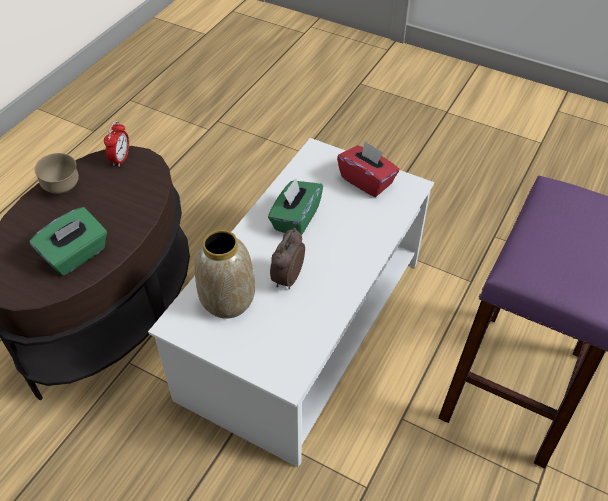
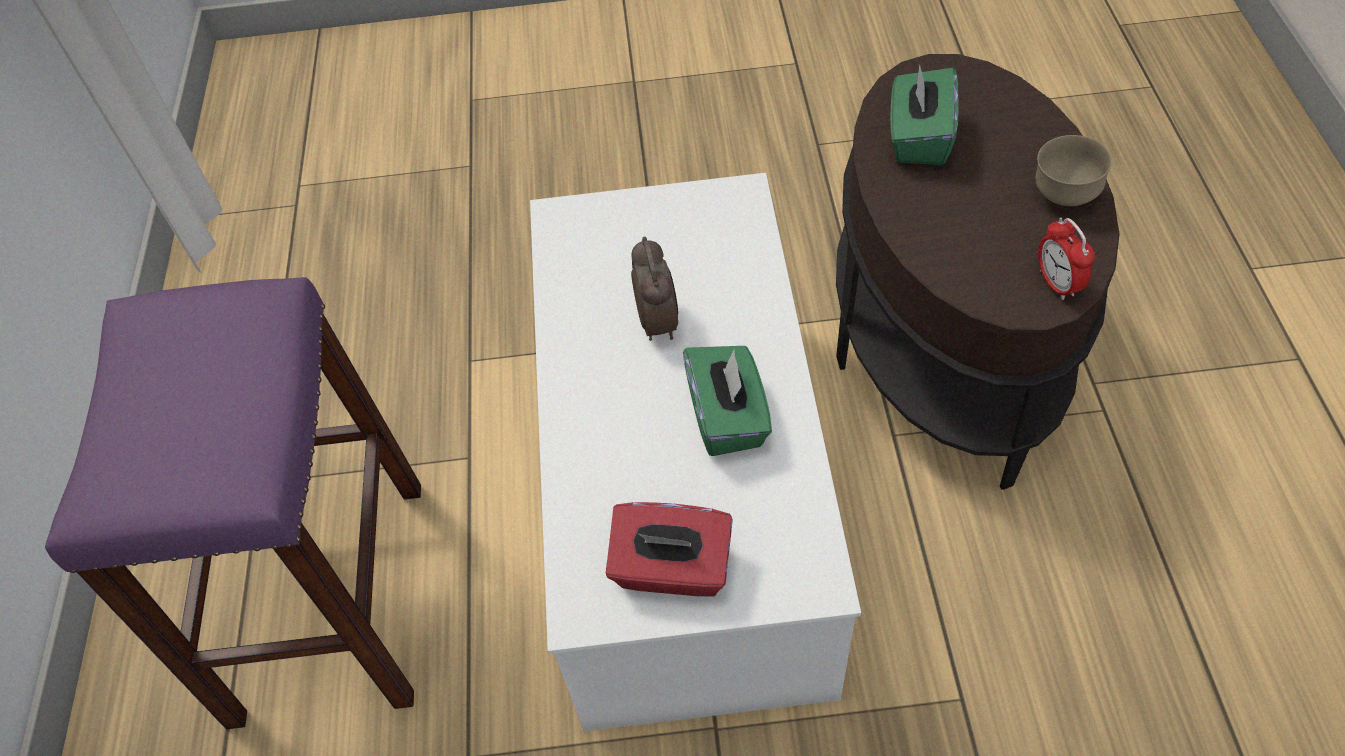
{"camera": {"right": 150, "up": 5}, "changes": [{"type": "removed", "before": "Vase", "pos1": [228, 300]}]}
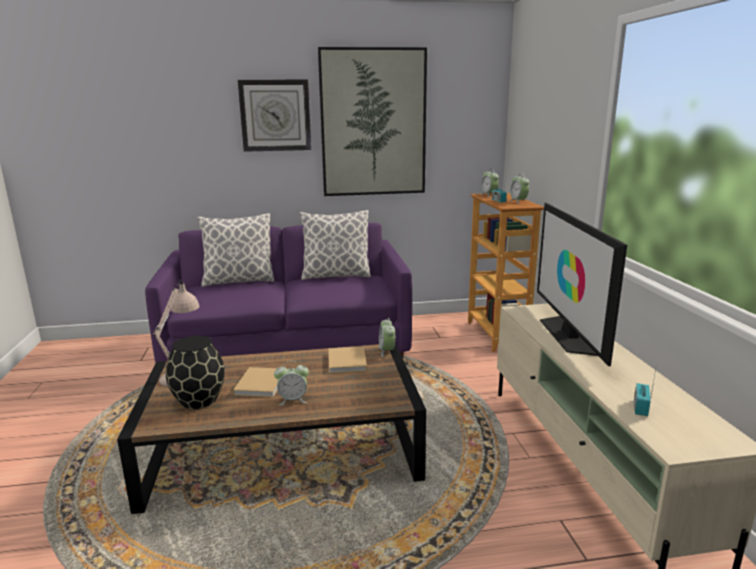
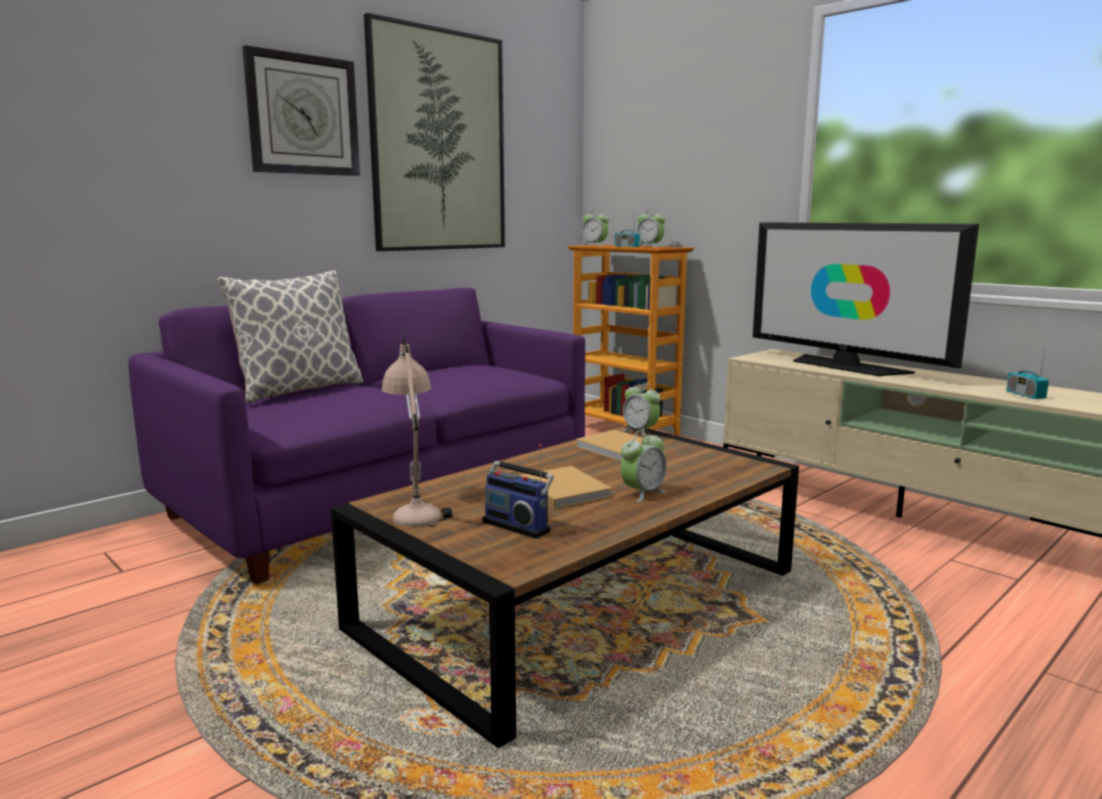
{"camera": {"right": -35, "up": -5}, "changes": [{"type": "removed", "before": "Kissen", "pos1": [336, 276]}, {"type": "replaced", "before": "Vase (schwarz)", "after": "Radio", "pos1": [199, 400], "pos2": [518, 525]}]}
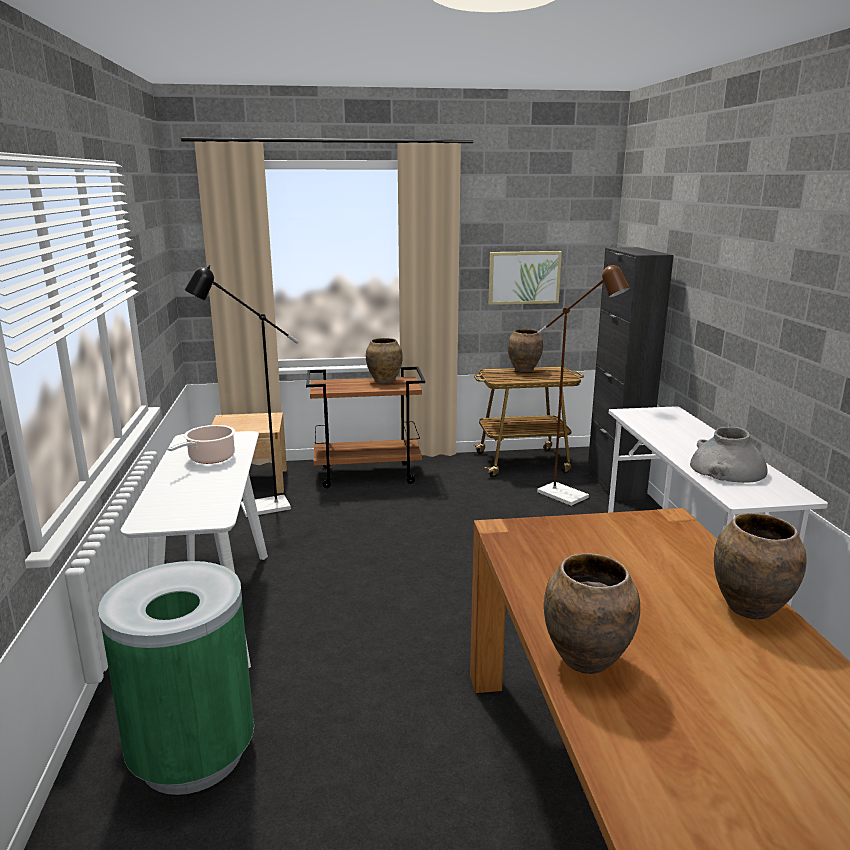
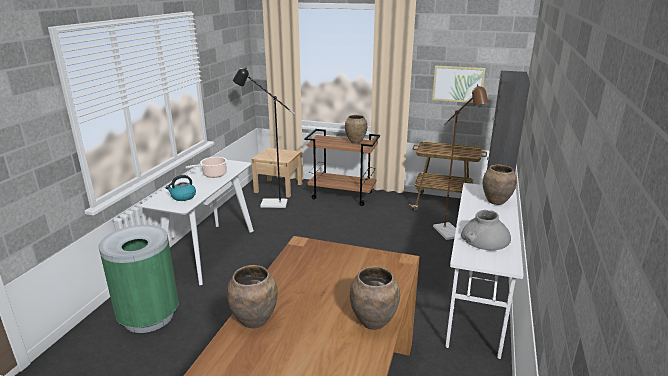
{"camera": {"right": 25, "up": 5}, "changes": [{"type": "moved", "before": "Vase (braun)", "pos1": [523, 370], "pos2": [496, 201]}, {"type": "added", "after": "Wasserkessel", "pos2": [183, 197]}]}
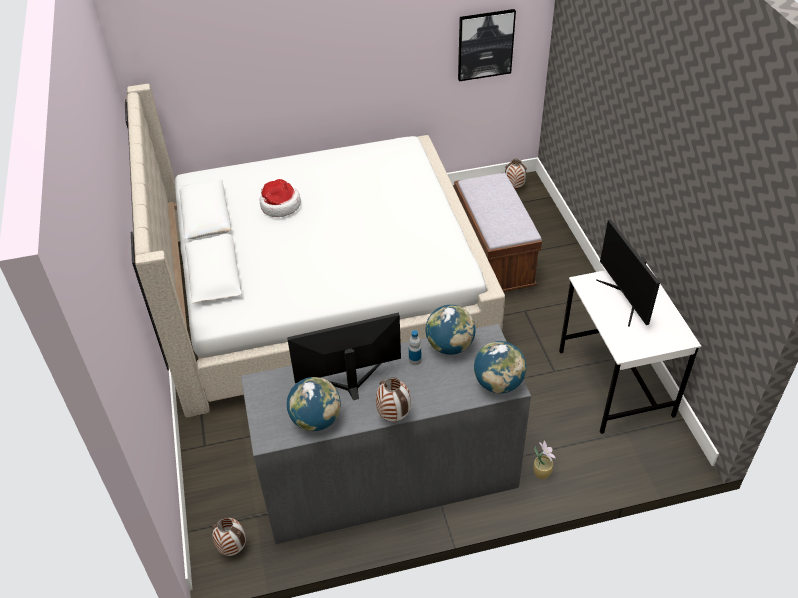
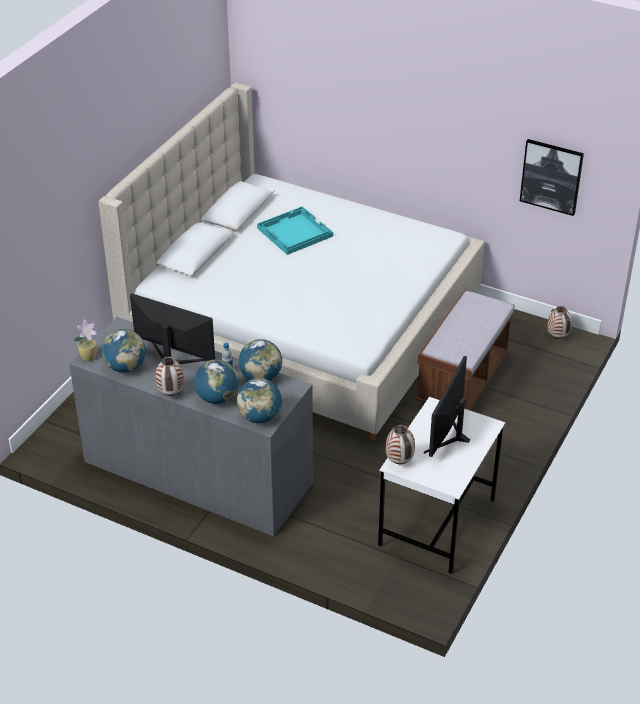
{"camera": {"right": 40, "up": -5}, "changes": [{"type": "replaced", "before": "Hut", "after": "Tablett (türkis)", "pos1": [279, 205], "pos2": [294, 232]}, {"type": "moved", "before": "Topfpflanze", "pos1": [542, 472], "pos2": [89, 356]}, {"type": "moved", "before": "Vase", "pos1": [233, 548], "pos2": [400, 462]}, {"type": "added", "after": "Globus", "pos2": [217, 398]}]}
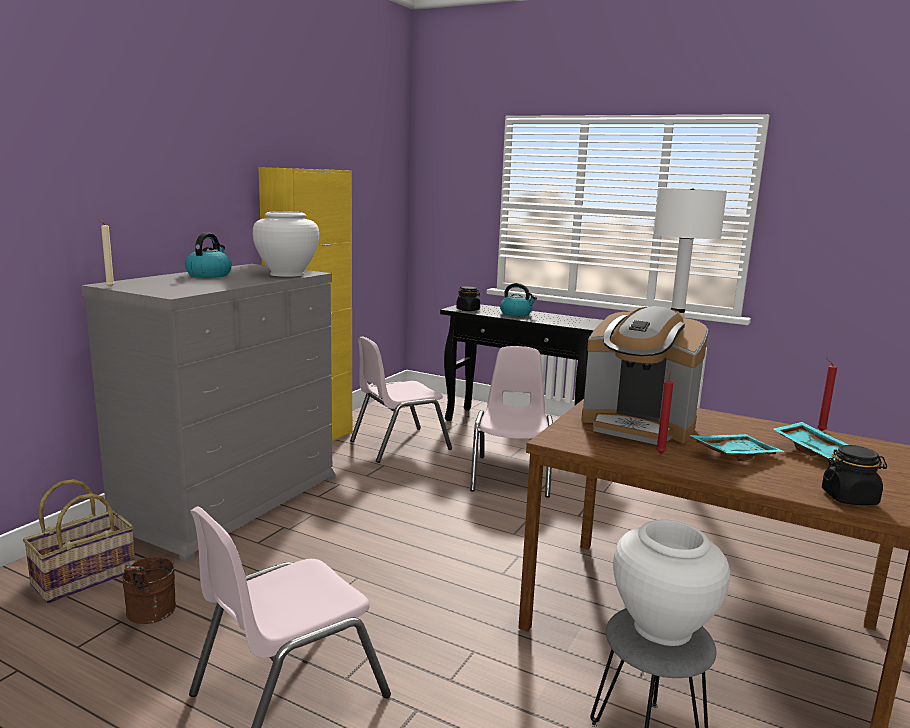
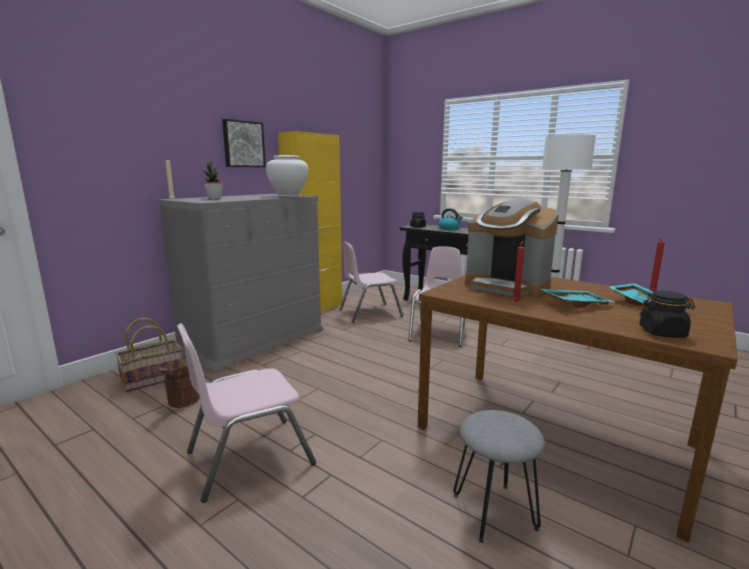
{"camera": {"right": 10, "up": 0}, "changes": [{"type": "removed", "before": "Wasserkessel", "pos1": [209, 275]}, {"type": "removed", "before": "Vase (weiß)", "pos1": [662, 628]}, {"type": "added", "after": "Bild", "pos2": [243, 144]}, {"type": "added", "after": "Topfpflanze", "pos2": [214, 198]}]}
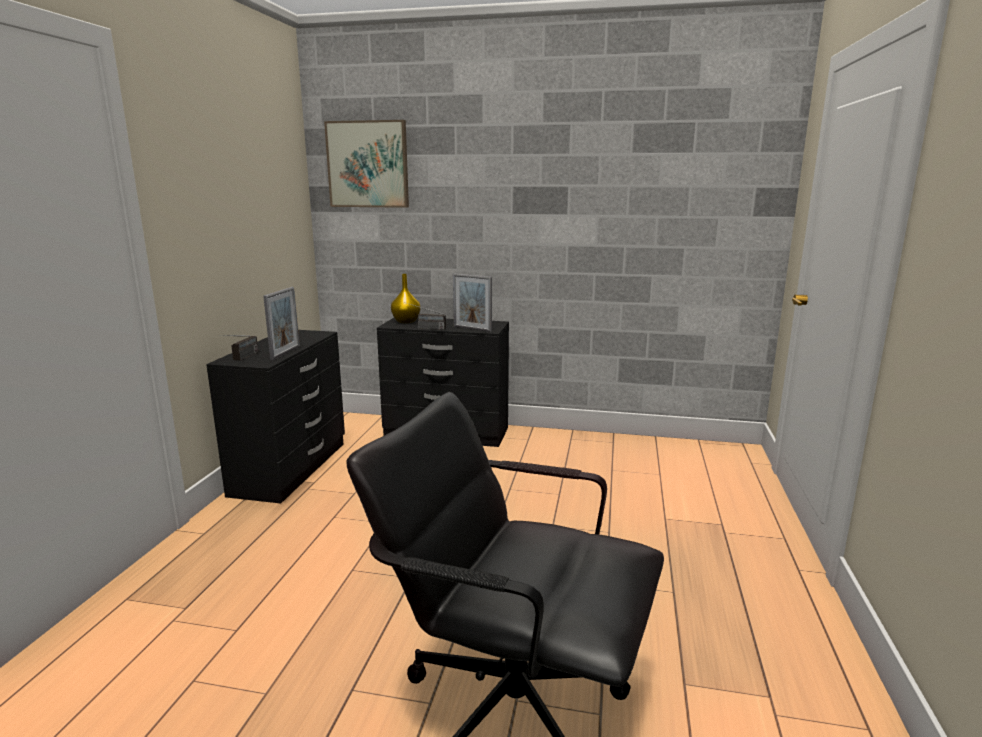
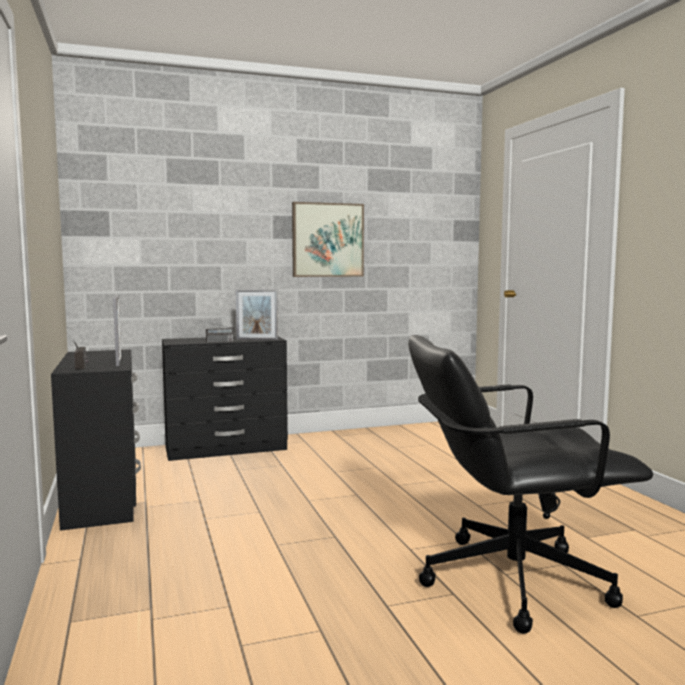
{"camera": {"right": -30, "up": -10}, "changes": [{"type": "moved", "before": "Bild", "pos1": [368, 164], "pos2": [327, 240]}, {"type": "removed", "before": "Vase (gelb)", "pos1": [405, 321]}]}
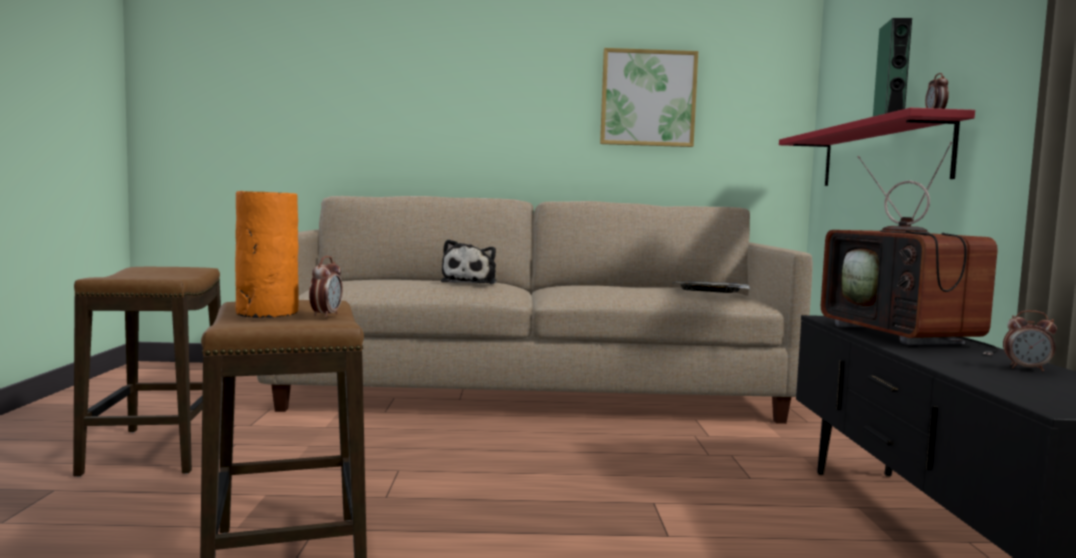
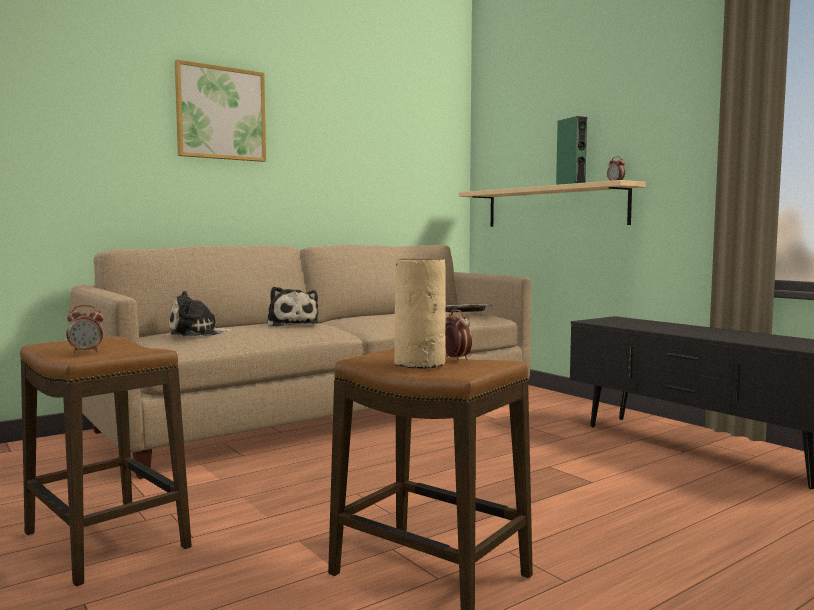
{"camera": {"right": -35, "up": 0}, "changes": [{"type": "moved", "before": "Bild", "pos1": [648, 98], "pos2": [221, 113]}, {"type": "recoloured", "before": "Wandregal (rot)", "after": "Wandregal (beige)", "pos1": [881, 155], "pos2": [554, 207]}, {"type": "removed", "before": "Fernseher", "pos1": [906, 336]}, {"type": "recoloured", "before": "Vase (orange)", "after": "Vase (beige)", "pos1": [265, 313], "pos2": [419, 364]}, {"type": "moved", "before": "Wecker", "pos1": [1026, 369], "pos2": [86, 351]}, {"type": "added", "after": "Plüschtier", "pos2": [197, 333]}]}
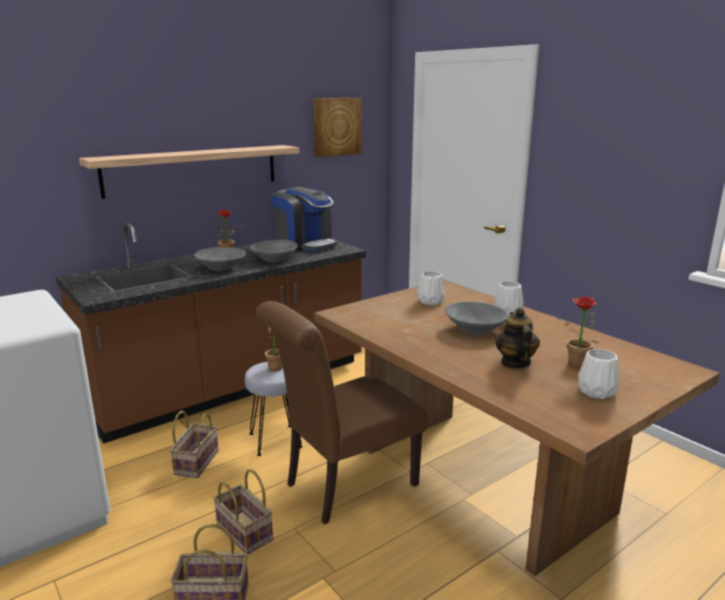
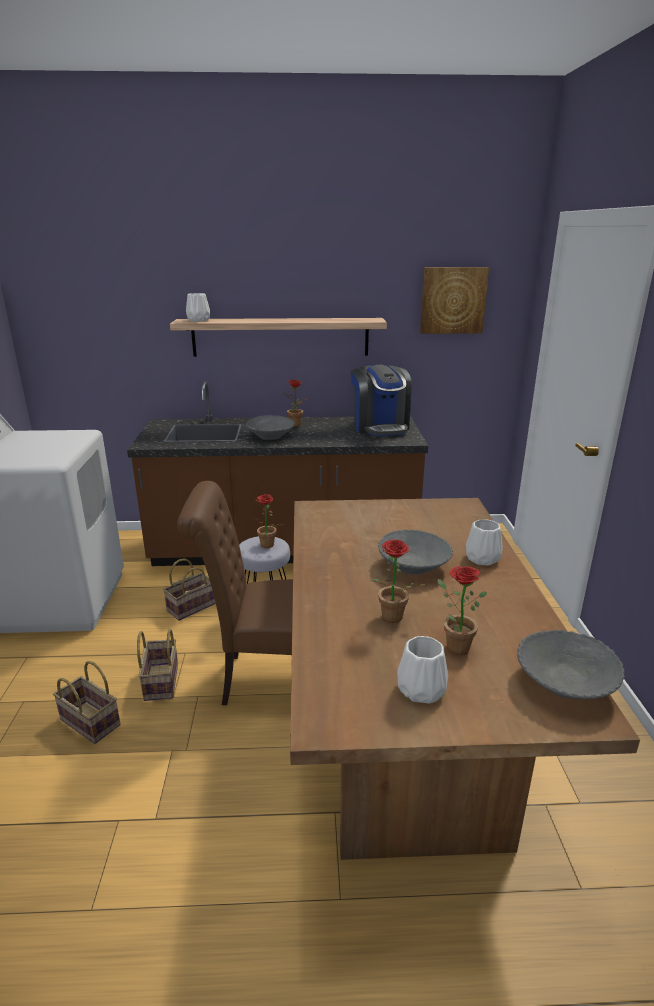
{"camera": {"right": 35, "up": 5}, "changes": [{"type": "moved", "before": "Schüssel (grau)", "pos1": [274, 259], "pos2": [565, 683]}, {"type": "moved", "before": "Vase (weiß)", "pos1": [430, 301], "pos2": [199, 320]}, {"type": "replaced", "before": "Teekanne", "after": "Topfpflanze", "pos1": [515, 362], "pos2": [390, 619]}]}
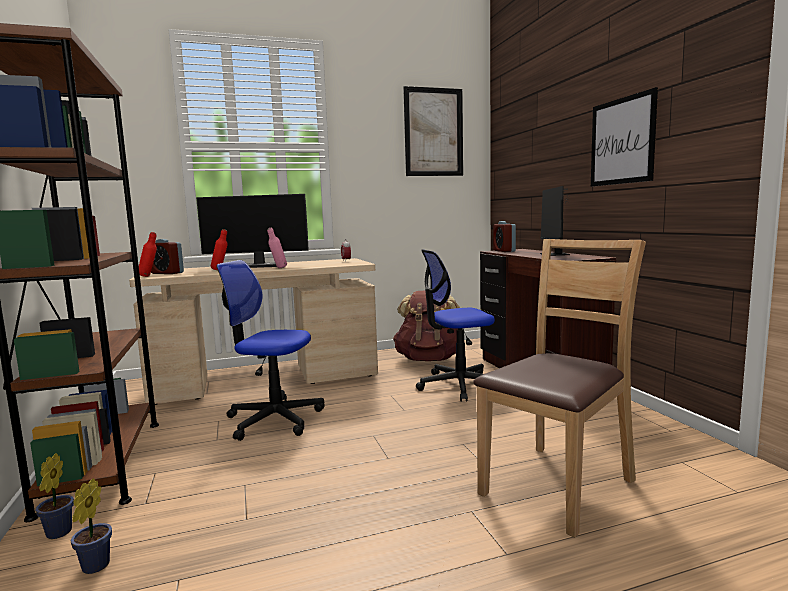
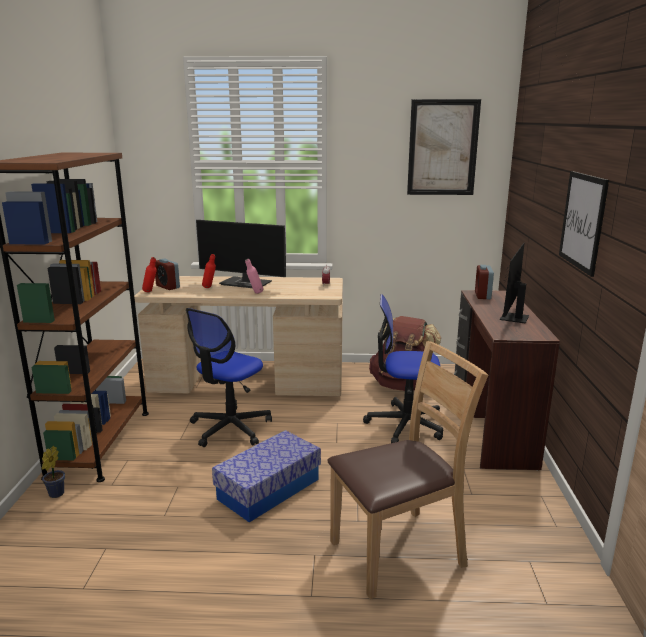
{"camera": {"right": 20, "up": 10}, "changes": [{"type": "turned", "before": "Bürostuhl", "pos1": [274, 419], "pos2": [230, 428], "turn": -90}, {"type": "removed", "before": "Topfpflanze", "pos1": [93, 568]}, {"type": "added", "after": "Aufbewahrungsbox", "pos2": [268, 489]}]}
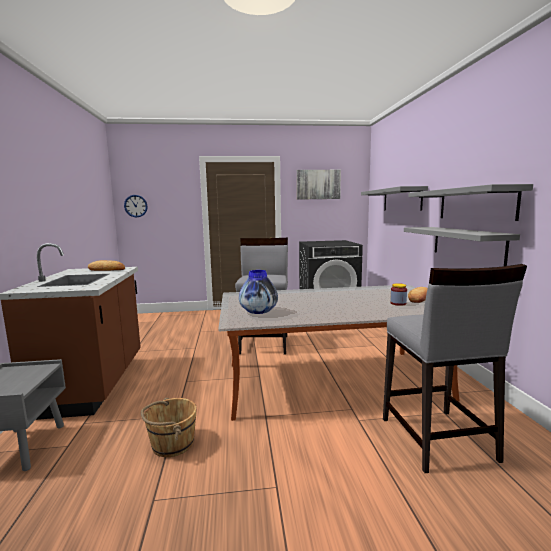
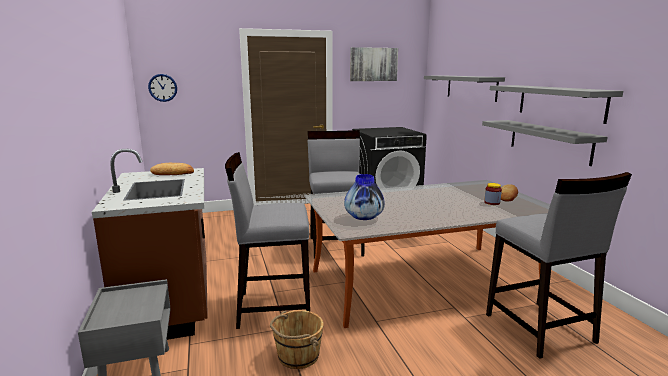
{"camera": {"right": -10, "up": 5}, "changes": [{"type": "added", "after": "Hocker (grau)", "pos2": [273, 307]}]}
